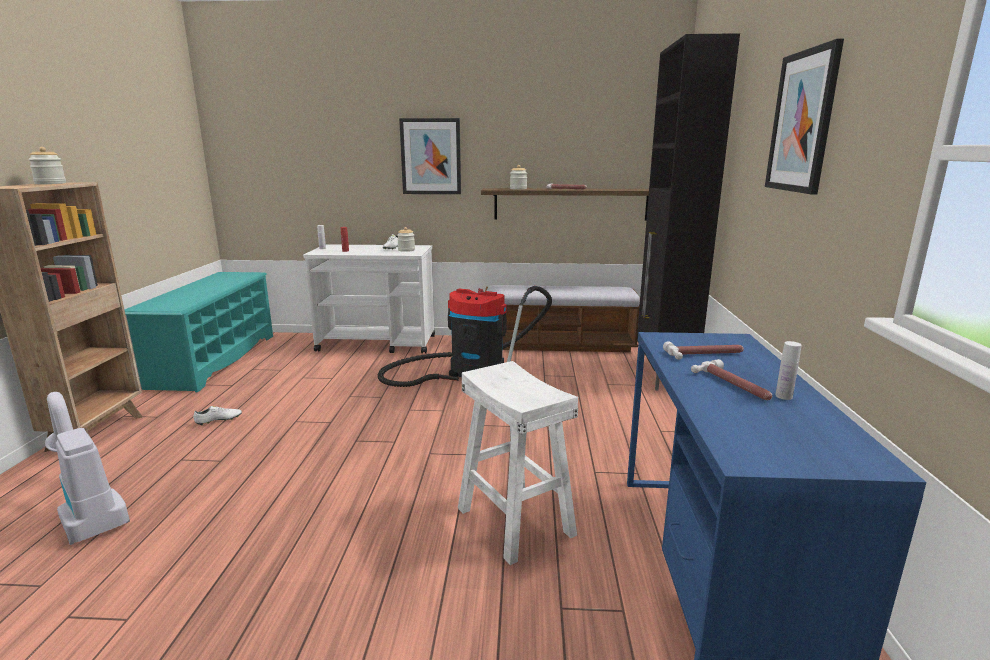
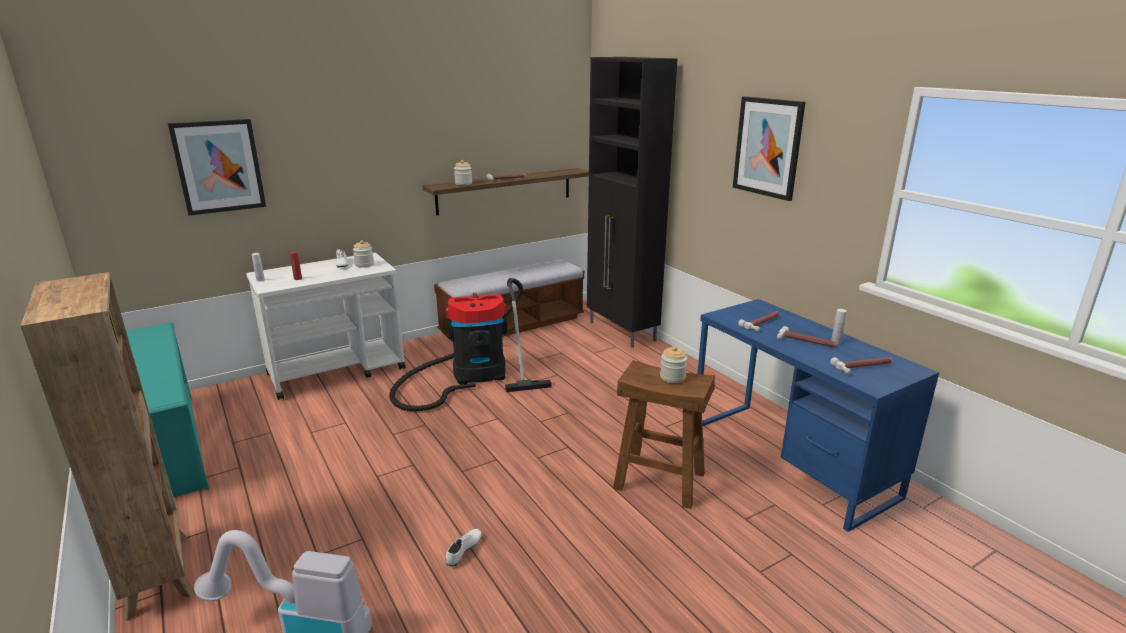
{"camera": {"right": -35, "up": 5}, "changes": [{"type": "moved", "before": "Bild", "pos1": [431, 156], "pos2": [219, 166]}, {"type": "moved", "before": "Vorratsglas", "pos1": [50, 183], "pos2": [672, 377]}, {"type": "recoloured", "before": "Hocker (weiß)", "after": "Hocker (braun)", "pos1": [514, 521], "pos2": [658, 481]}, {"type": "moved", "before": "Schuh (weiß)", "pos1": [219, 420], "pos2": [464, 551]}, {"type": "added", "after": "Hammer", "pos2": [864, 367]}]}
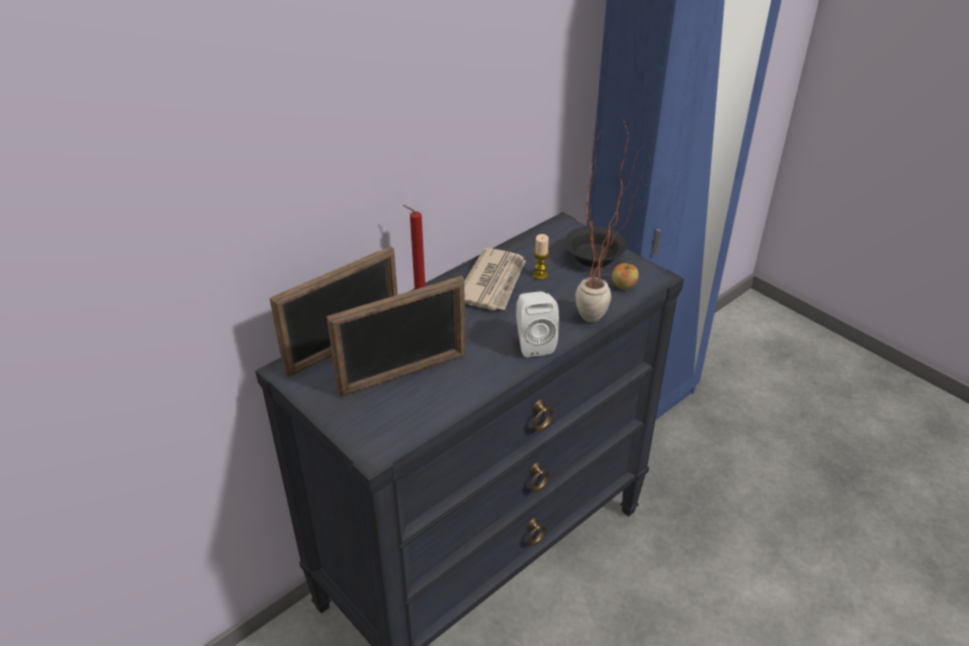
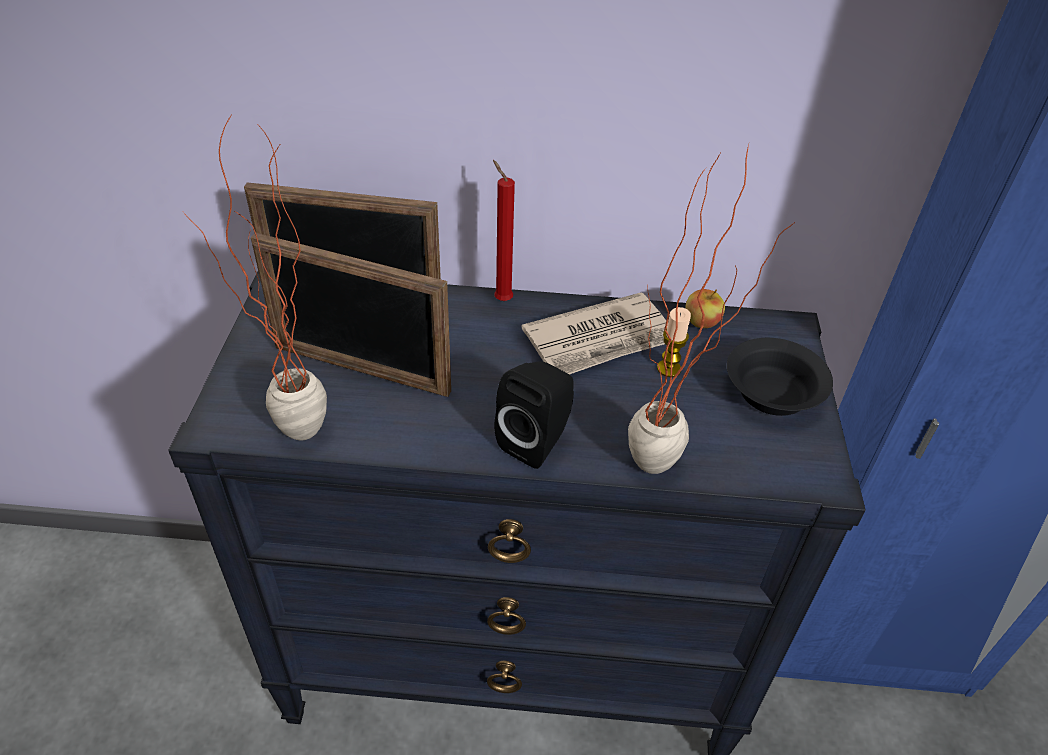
{"camera": {"right": 45, "up": 5}, "changes": [{"type": "moved", "before": "Apfel", "pos1": [623, 286], "pos2": [701, 323]}, {"type": "recoloured", "before": "Lautsprecher (weiß)", "after": "Lautsprecher (schwarz)", "pos1": [533, 343], "pos2": [537, 441]}, {"type": "added", "after": "Topfpflanze", "pos2": [294, 445]}]}
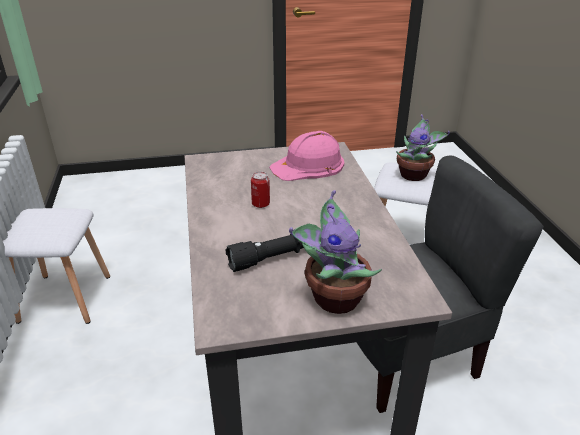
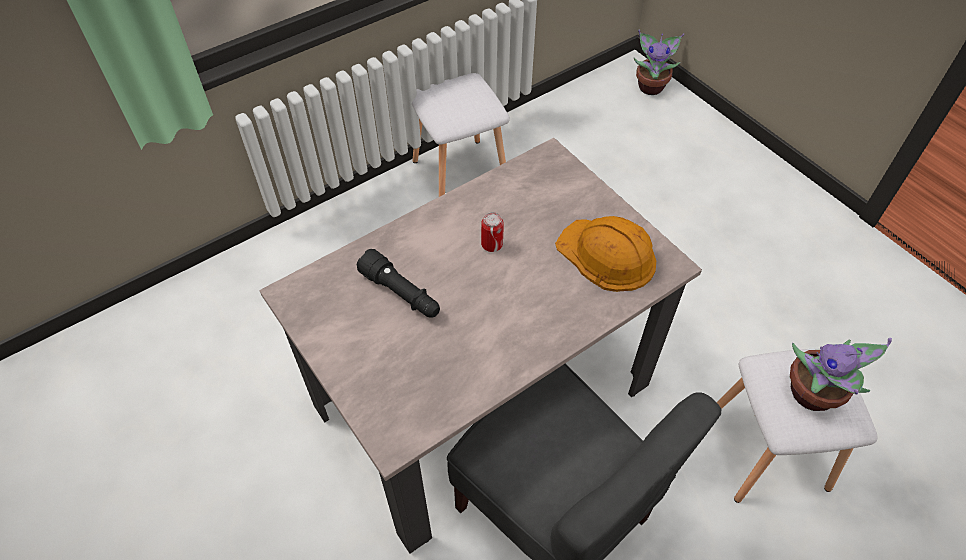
{"camera": {"right": 65, "up": 20}, "changes": [{"type": "recoloured", "before": "Schutzhelm (rosa)", "after": "Schutzhelm (orange)", "pos1": [309, 165], "pos2": [607, 255]}, {"type": "moved", "before": "Topfpflanze", "pos1": [333, 297], "pos2": [651, 86]}]}
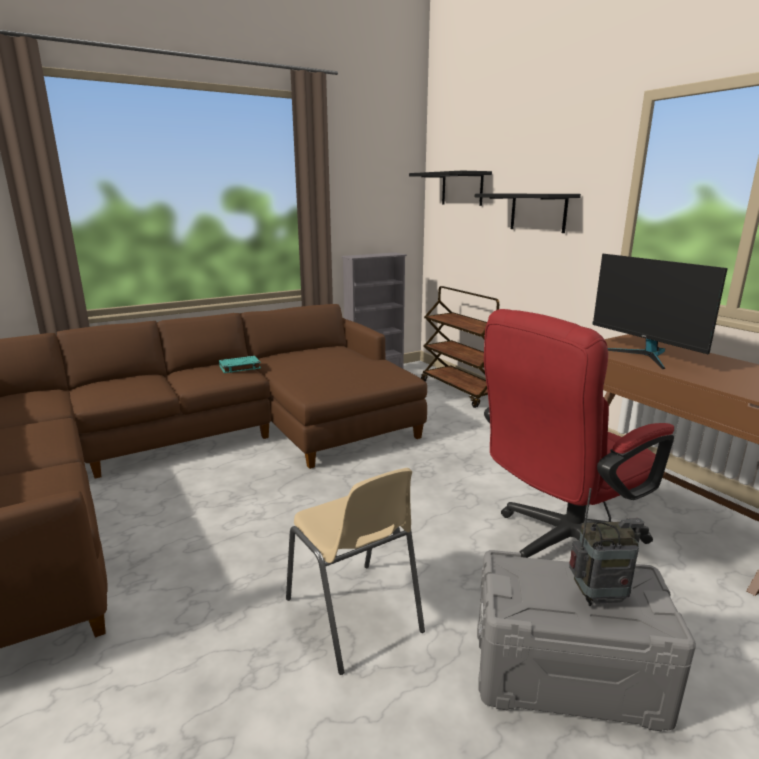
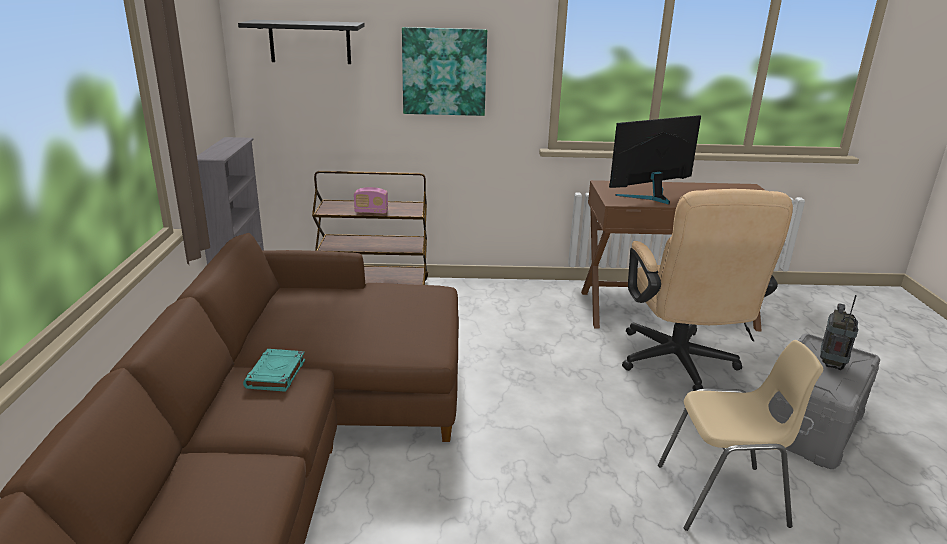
{"camera": {"right": -60, "up": 5}, "changes": [{"type": "replaced", "before": "Wandregal (schwarz)", "after": "Bild", "pos1": [538, 212], "pos2": [444, 72]}, {"type": "turned", "before": "Monitor", "pos1": [644, 355], "pos2": [651, 197], "turn": 150}, {"type": "recoloured", "before": "Bürostuhl (rot)", "after": "Bürostuhl (beige)", "pos1": [560, 546], "pos2": [679, 366]}, {"type": "added", "after": "Radio", "pos2": [371, 212]}]}
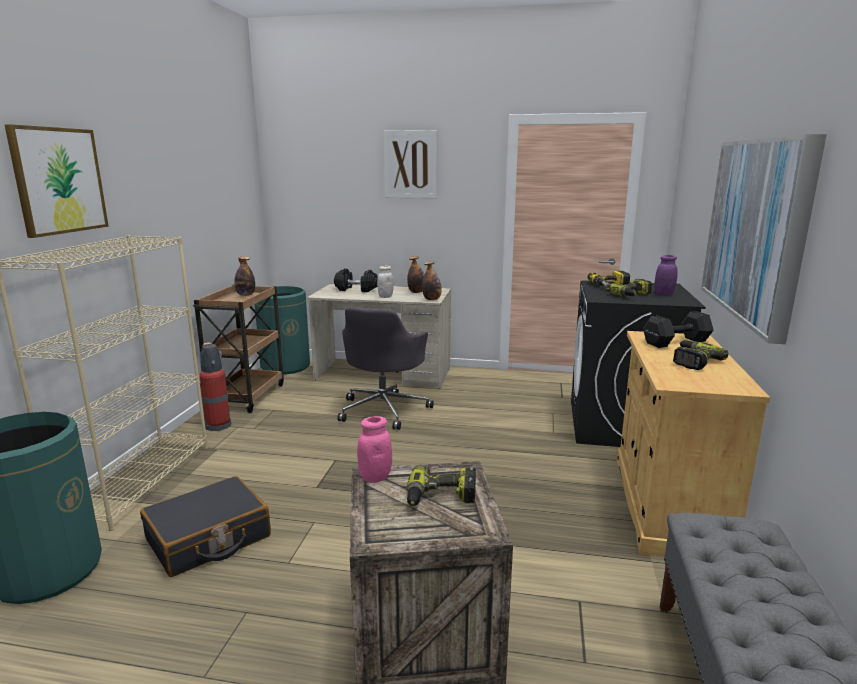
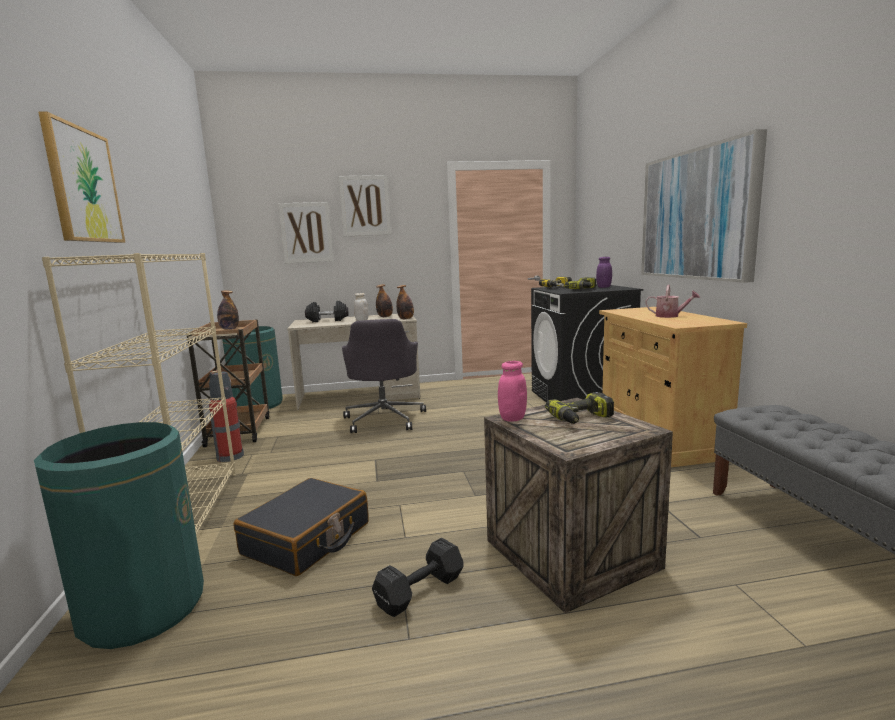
{"camera": {"right": -20, "up": -5}, "changes": [{"type": "moved", "before": "Hantel (schwarz)", "pos1": [674, 342], "pos2": [418, 592]}, {"type": "replaced", "before": "Bohrmaschine", "after": "Gießkanne", "pos1": [693, 361], "pos2": [670, 316]}, {"type": "added", "after": "Bild", "pos2": [306, 232]}]}
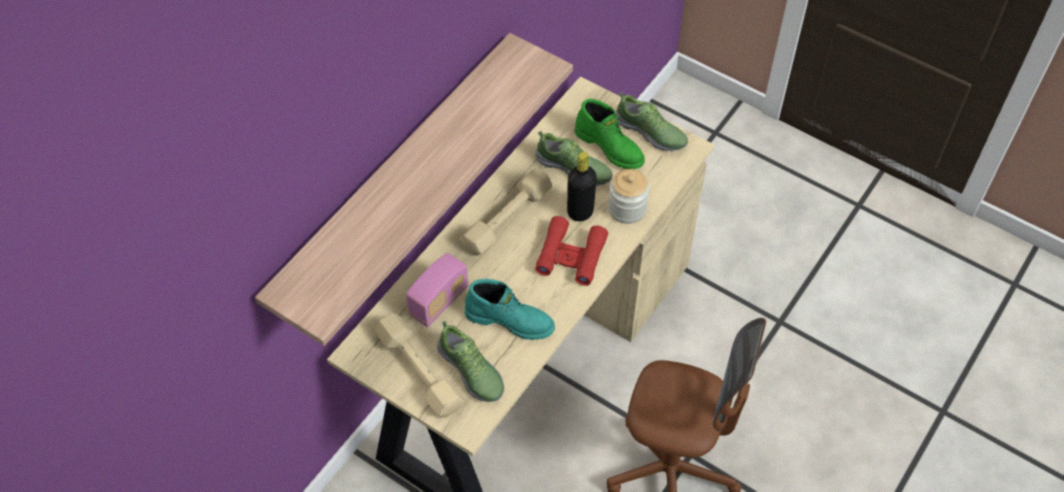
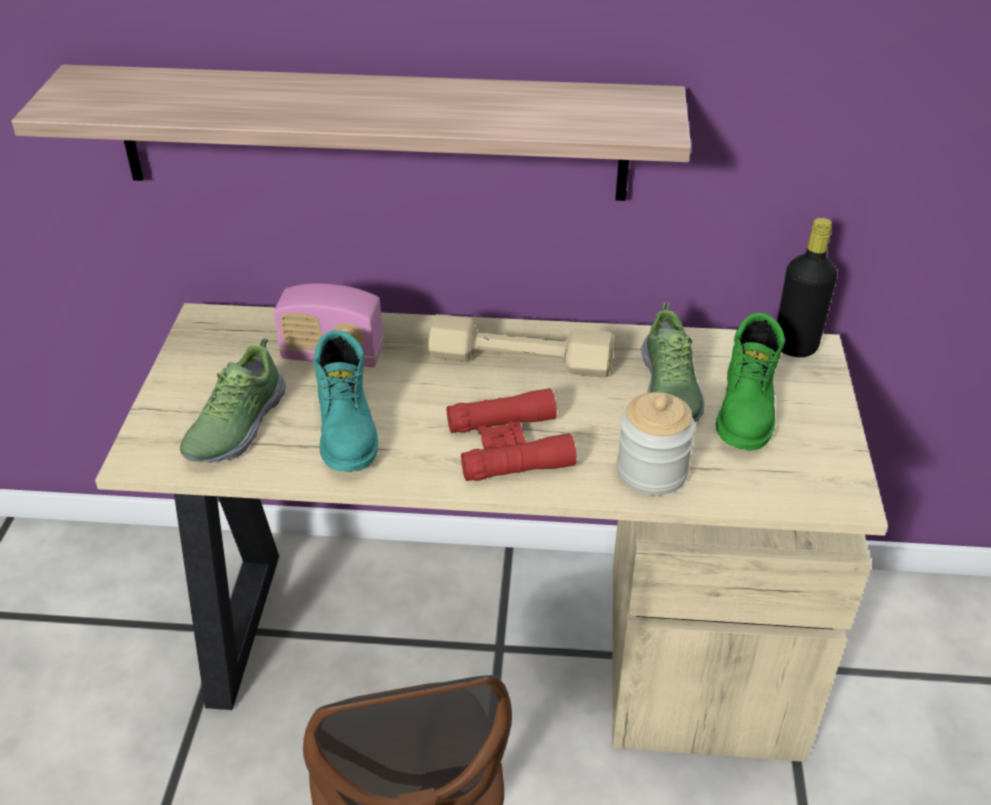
{"camera": {"right": 60, "up": -15}, "changes": [{"type": "removed", "before": "Schuh", "pos1": [651, 132]}, {"type": "moved", "before": "Flasche (schwarz)", "pos1": [580, 212], "pos2": [795, 347]}, {"type": "removed", "before": "Hantel (beige)", "pos1": [419, 370]}]}
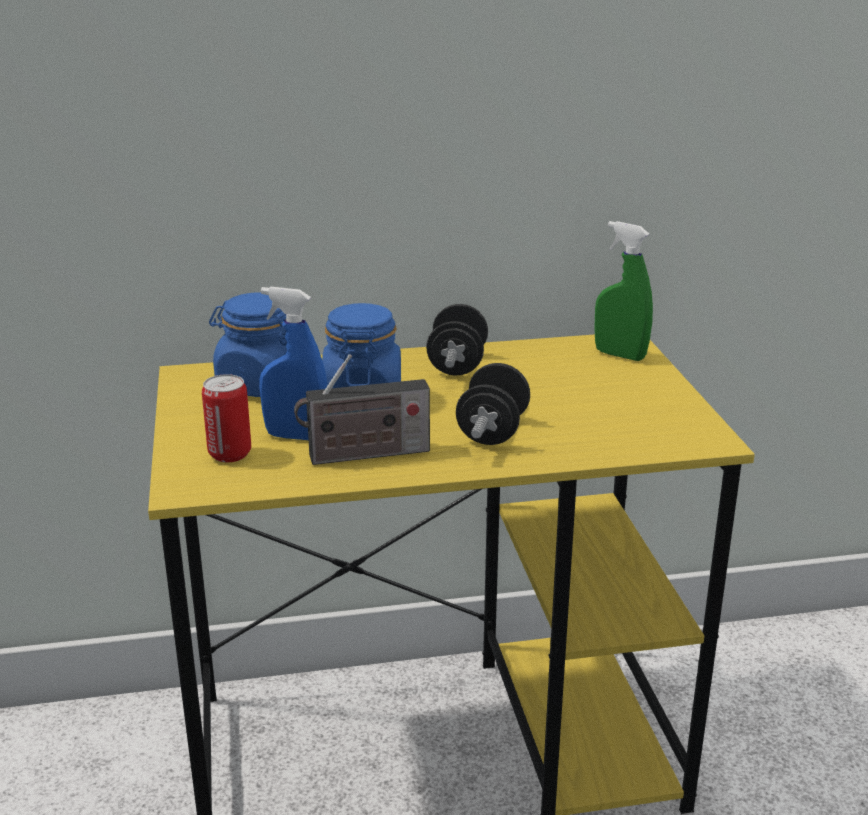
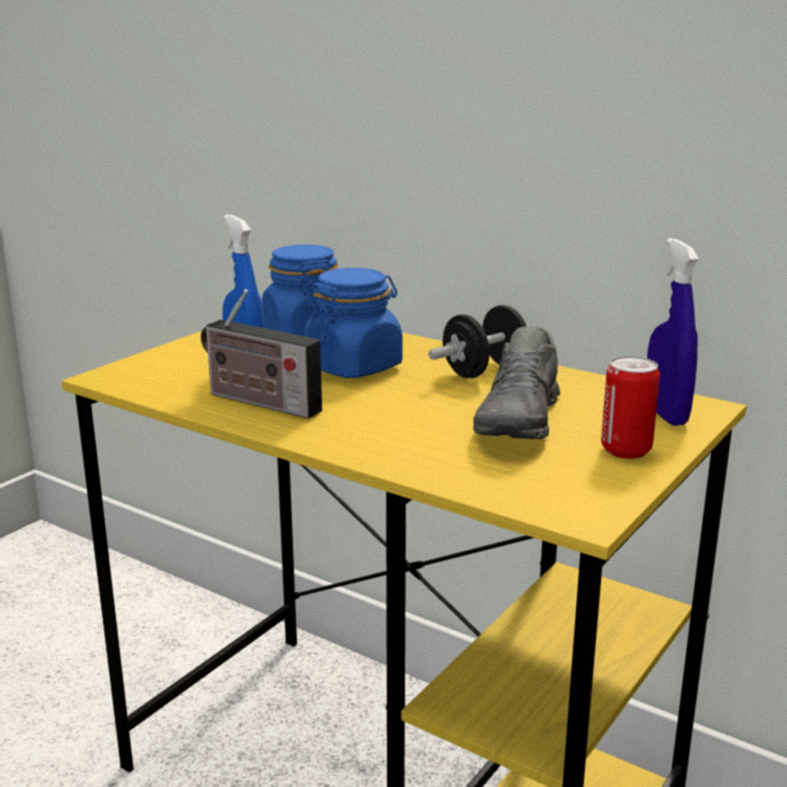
{"camera": {"right": 45, "up": -5}, "changes": [{"type": "recoloured", "before": "Sprühflasche (grün)", "after": "Sprühflasche (blau)", "pos1": [620, 355], "pos2": [665, 414]}, {"type": "removed", "before": "Hantel (schwarz)", "pos1": [492, 431]}, {"type": "moved", "before": "Dose", "pos1": [230, 454], "pos2": [626, 450]}, {"type": "added", "after": "Schuh (grau)", "pos2": [520, 421]}]}
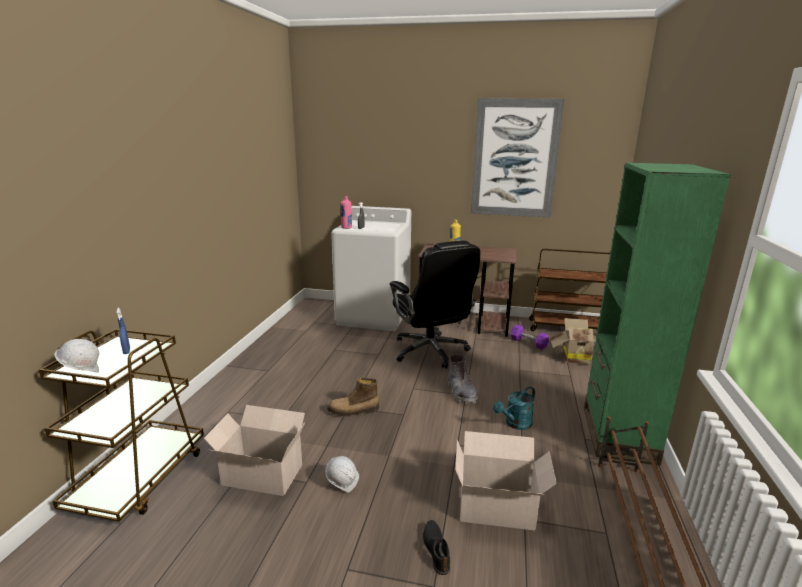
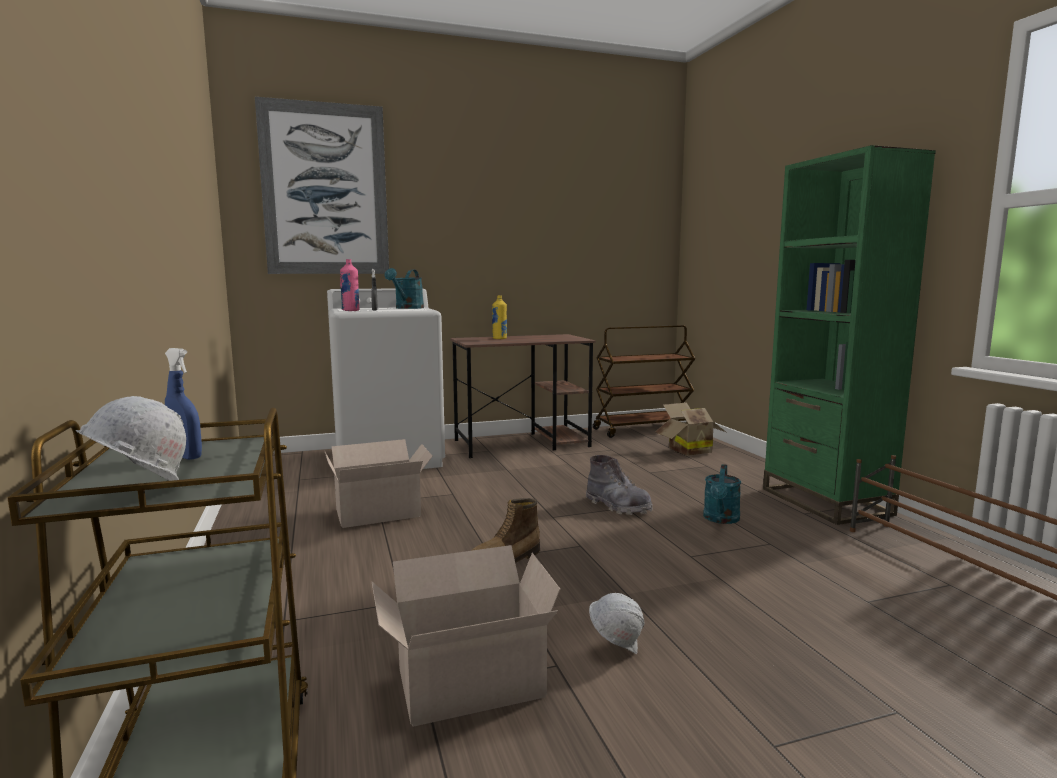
{"camera": {"right": -30, "up": -10}, "changes": [{"type": "moved", "before": "Bild", "pos1": [514, 159], "pos2": [325, 190]}, {"type": "removed", "before": "Bürostuhl (schwarz)", "pos1": [431, 351]}, {"type": "removed", "before": "Hantel (lila)", "pos1": [528, 343]}, {"type": "moved", "before": "Karton", "pos1": [498, 508], "pos2": [381, 513]}, {"type": "removed", "before": "Schuh (schwarz)", "pos1": [436, 549]}, {"type": "added", "after": "Gießkanne (türkis)", "pos2": [407, 308]}]}
